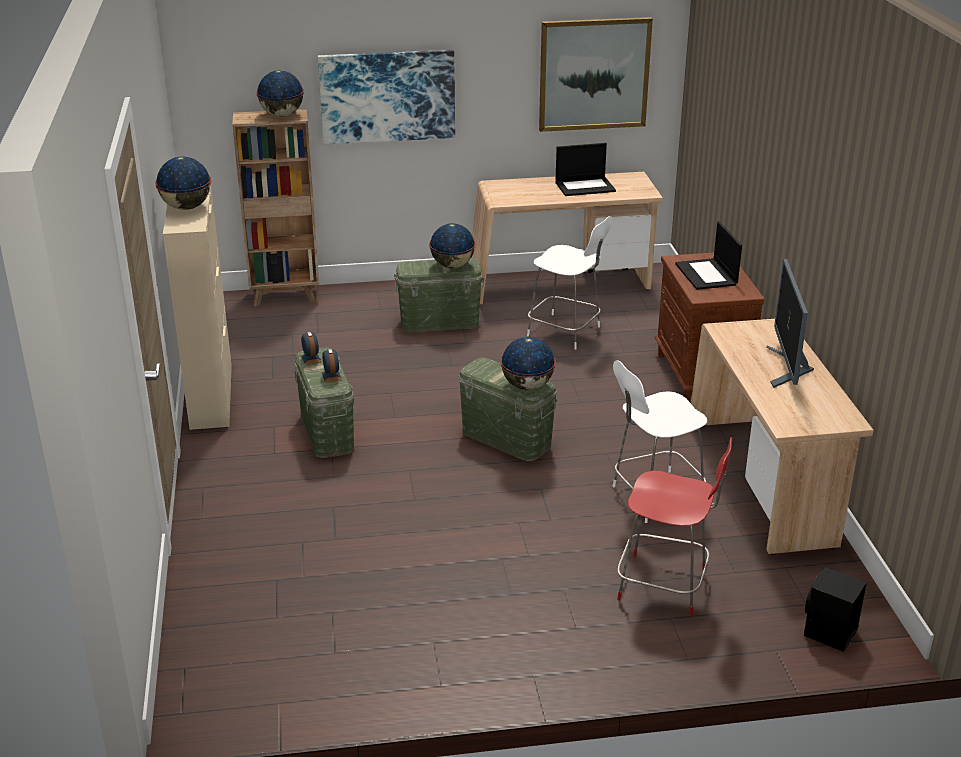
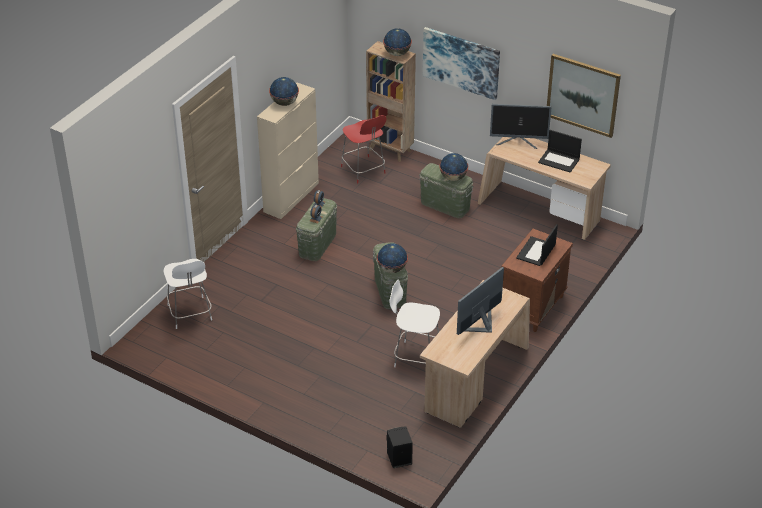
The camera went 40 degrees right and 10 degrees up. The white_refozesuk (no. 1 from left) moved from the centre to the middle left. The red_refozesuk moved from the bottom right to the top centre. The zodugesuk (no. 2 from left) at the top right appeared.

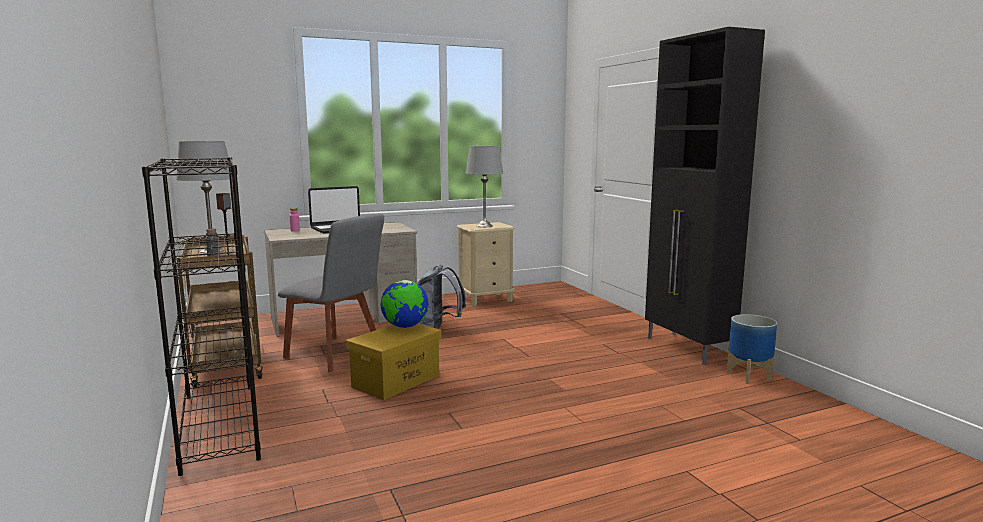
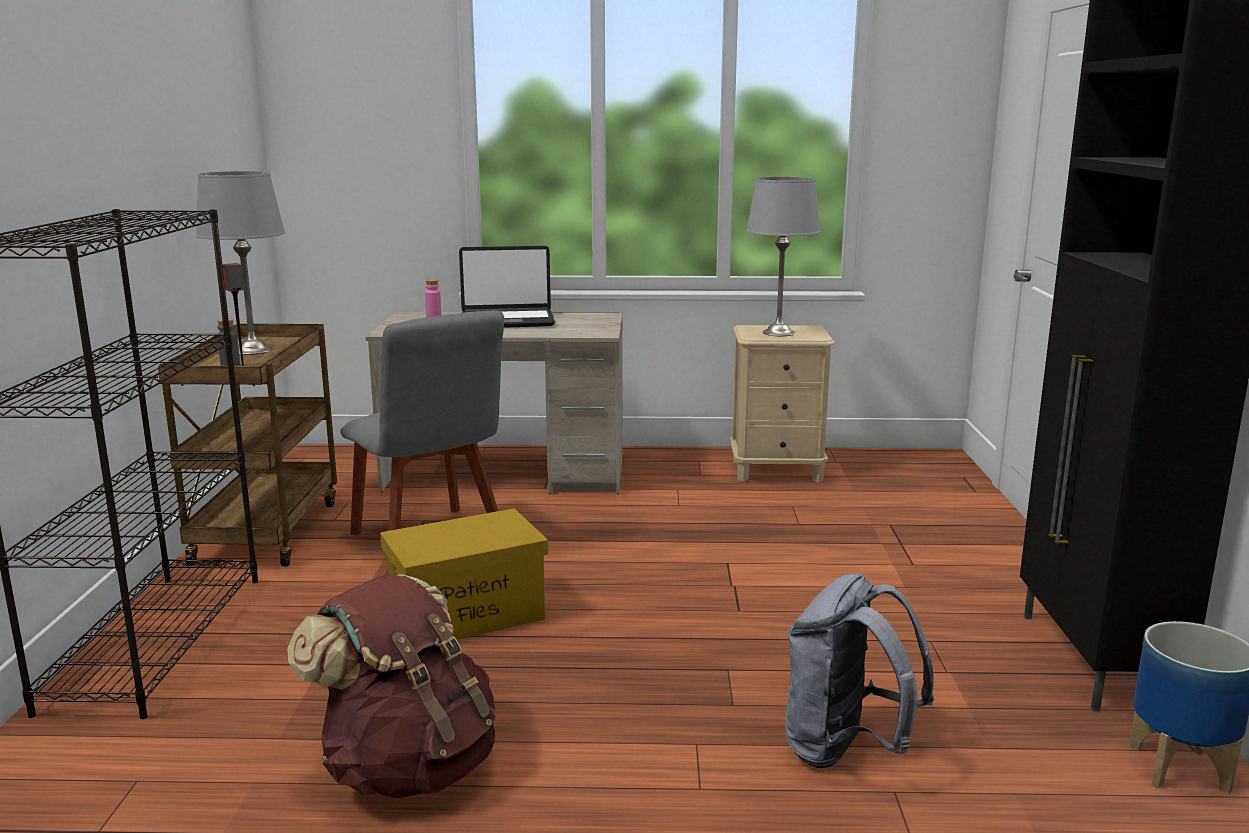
The camera went 25 degrees right and 5 degrees up. The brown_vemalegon at the bottom left appeared. The grey_vemalegon moved from the centre to the bottom right. The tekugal at the centre disappeared.

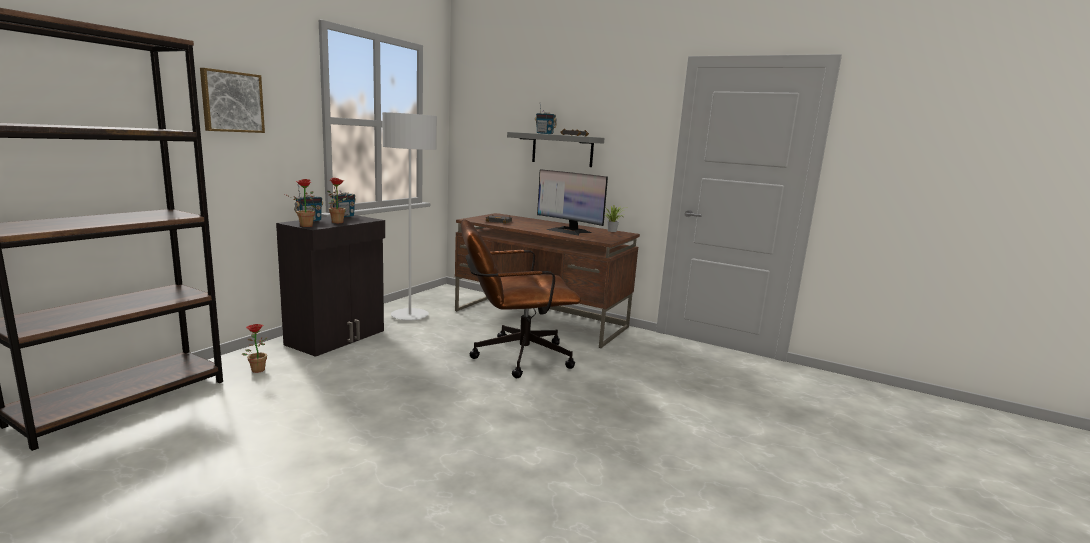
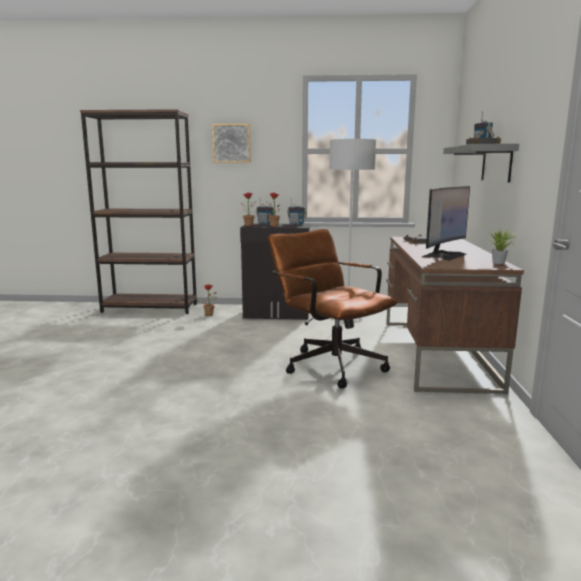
The camera went 65 degrees right and 0 degrees up. The zodugesuk at the centre turned 150 degrees counterclockwise.

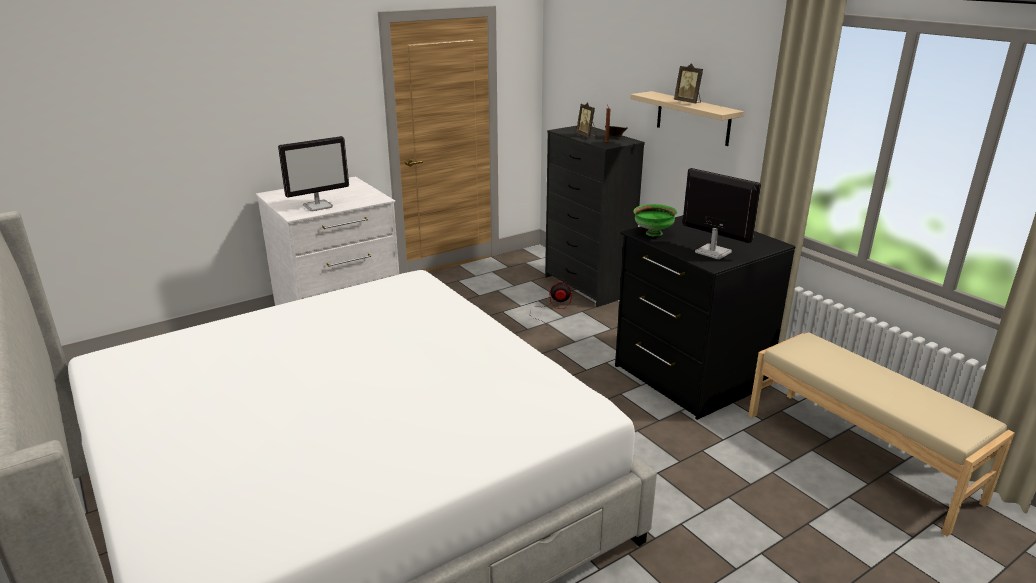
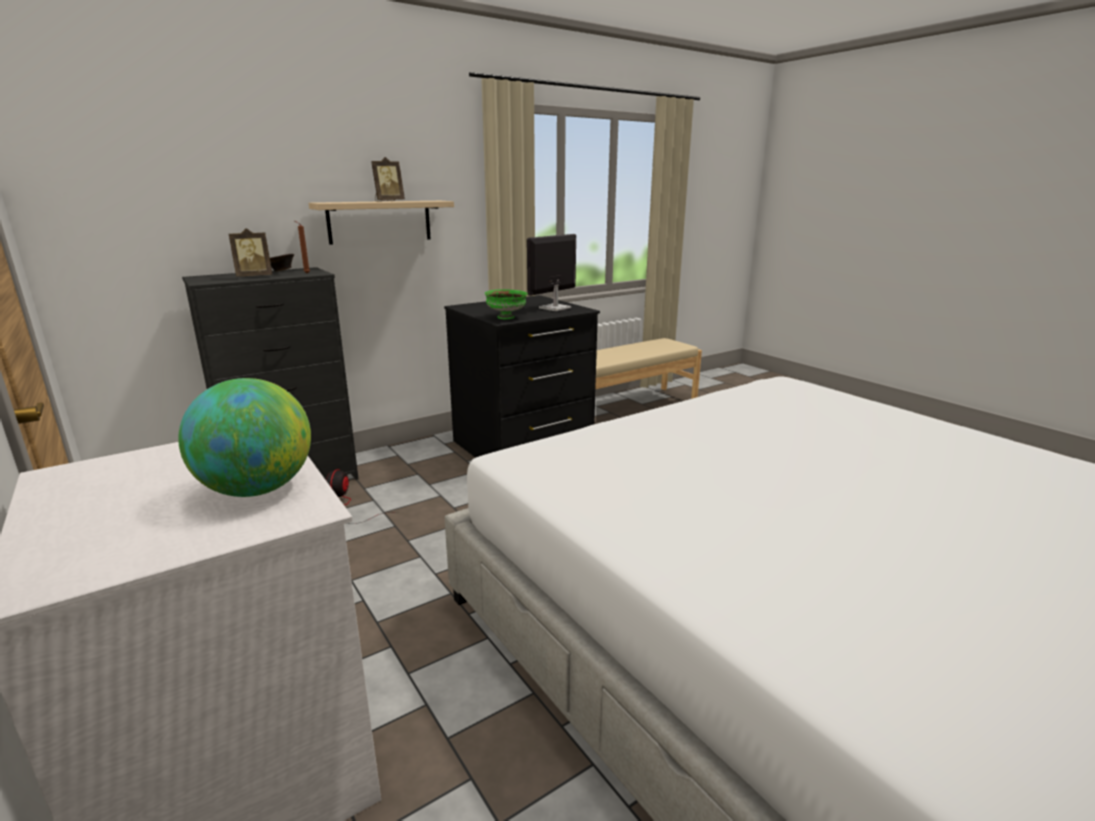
The camera went 90 degrees left and 5 degrees down. The zodugesuk (no. 1 from left) at the top left was replaced by the tekugal at the middle left.

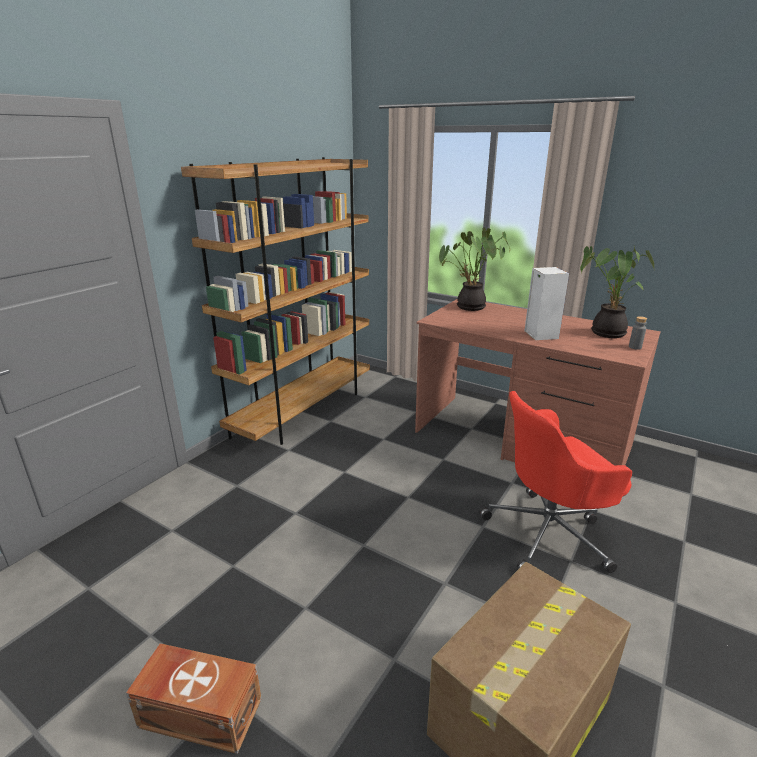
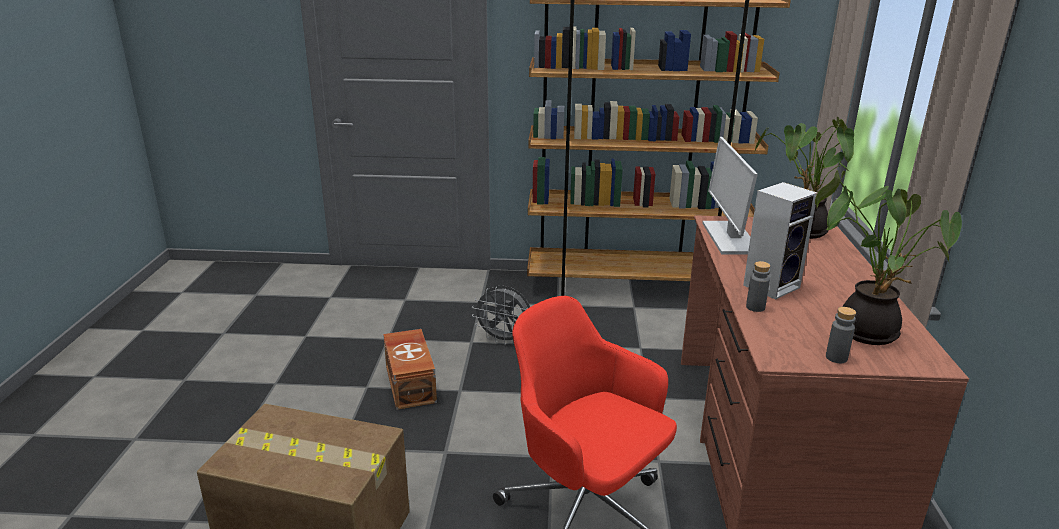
The camera went 60 degrees right and 0 degrees up. The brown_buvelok moved from the bottom left to the bottom centre. The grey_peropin at the centre appeared. The zodugesuk at the middle right appeared. The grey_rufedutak (no. 1 from left) at the middle right appeared.

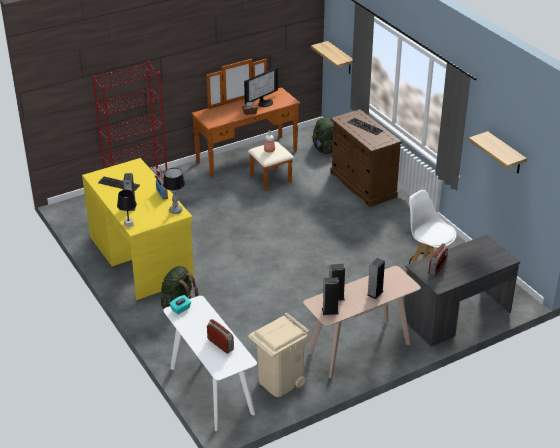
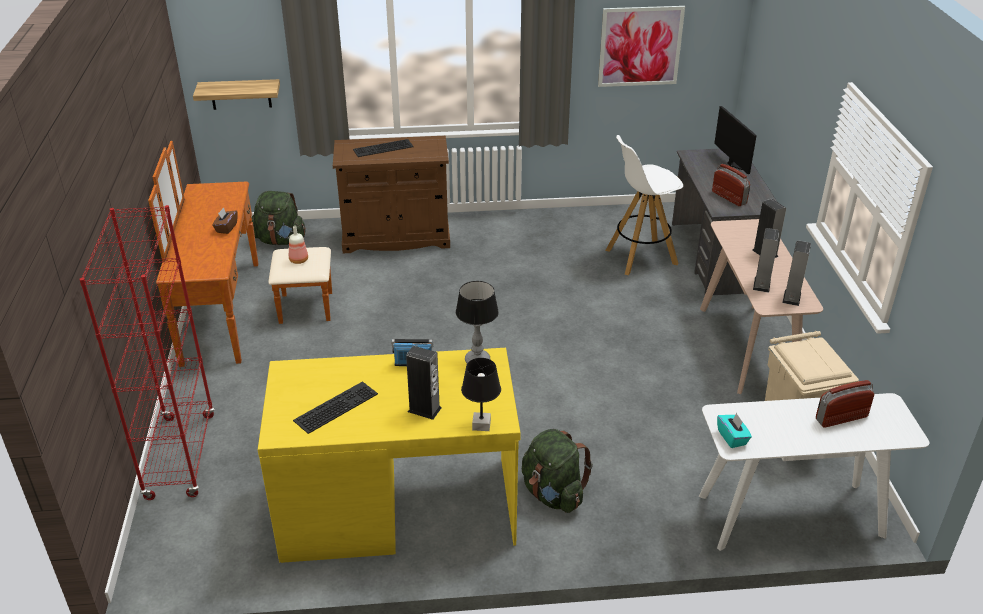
The camera went 65 degrees left and 0 degrees up. The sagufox (no. 2 from left) at the middle right was replaced by the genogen at the top centre. The zodugesuk moved from the top centre to the top right.

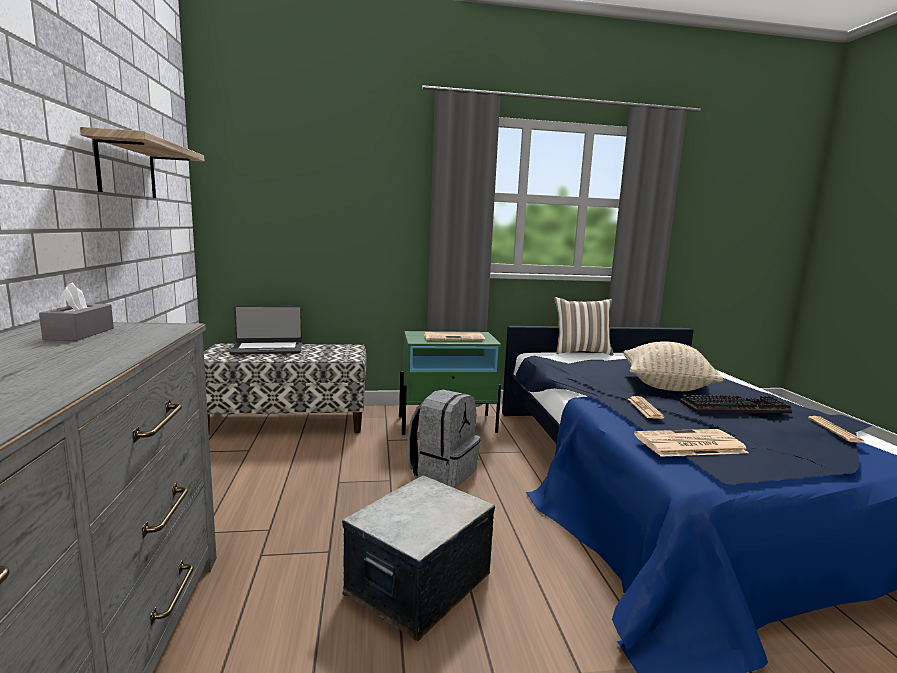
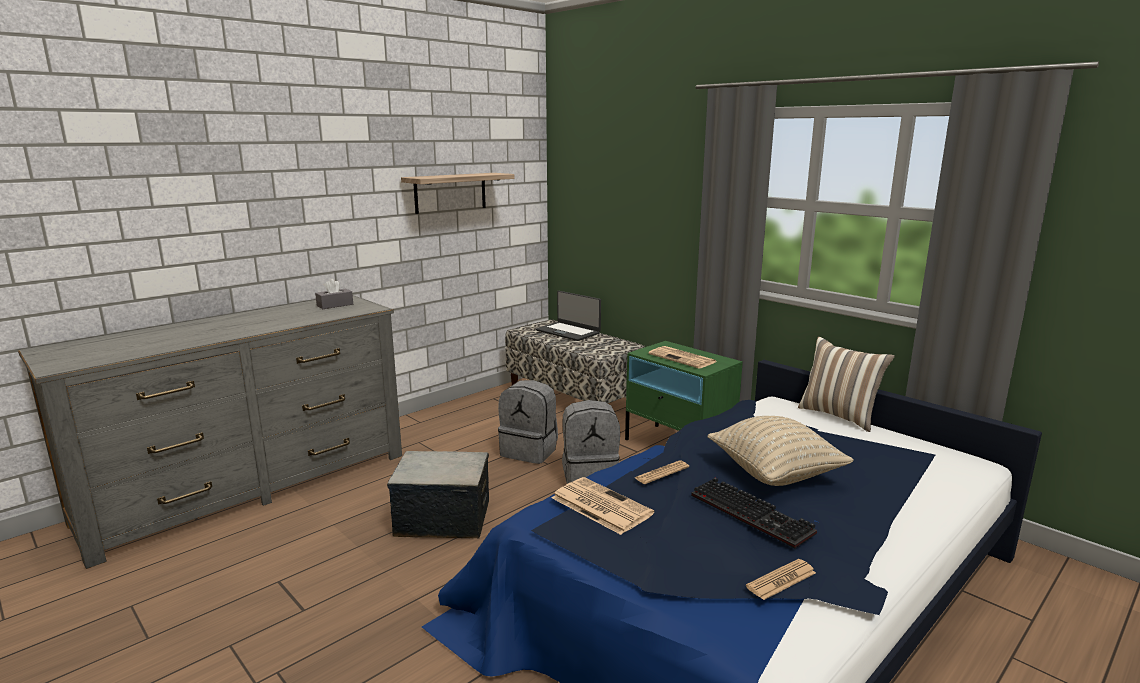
The camera went 55 degrees right and 5 degrees up. The grey_vemalegon (no. 1 from left) at the centre appeared.

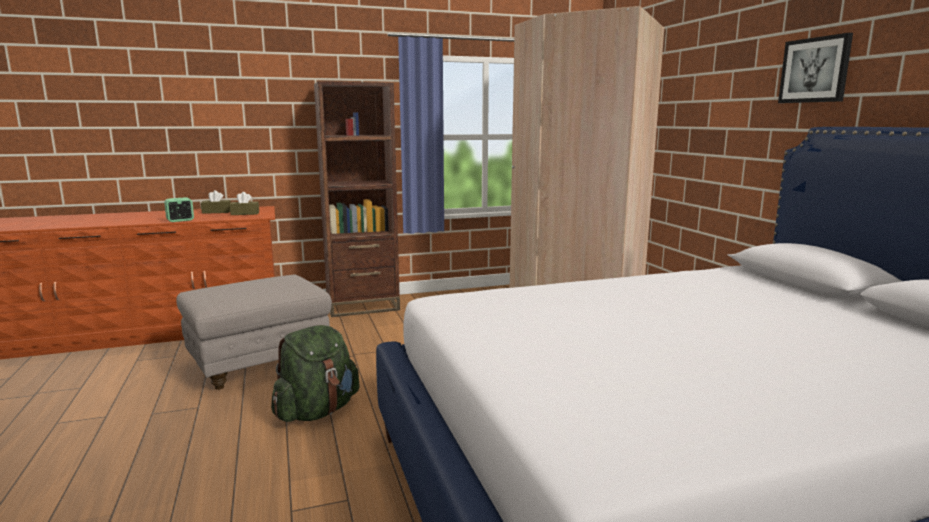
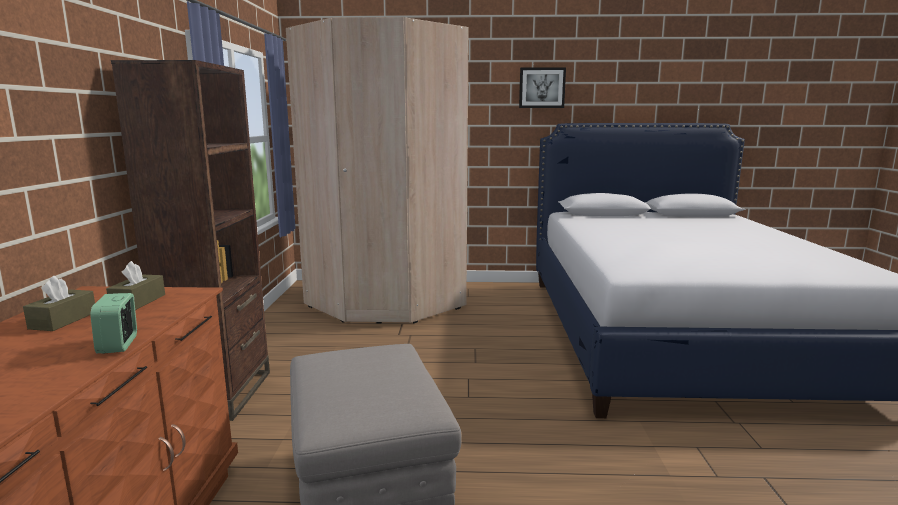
The camera went 70 degrees left and 0 degrees up. The green_vemalegon at the bottom centre disappeared.

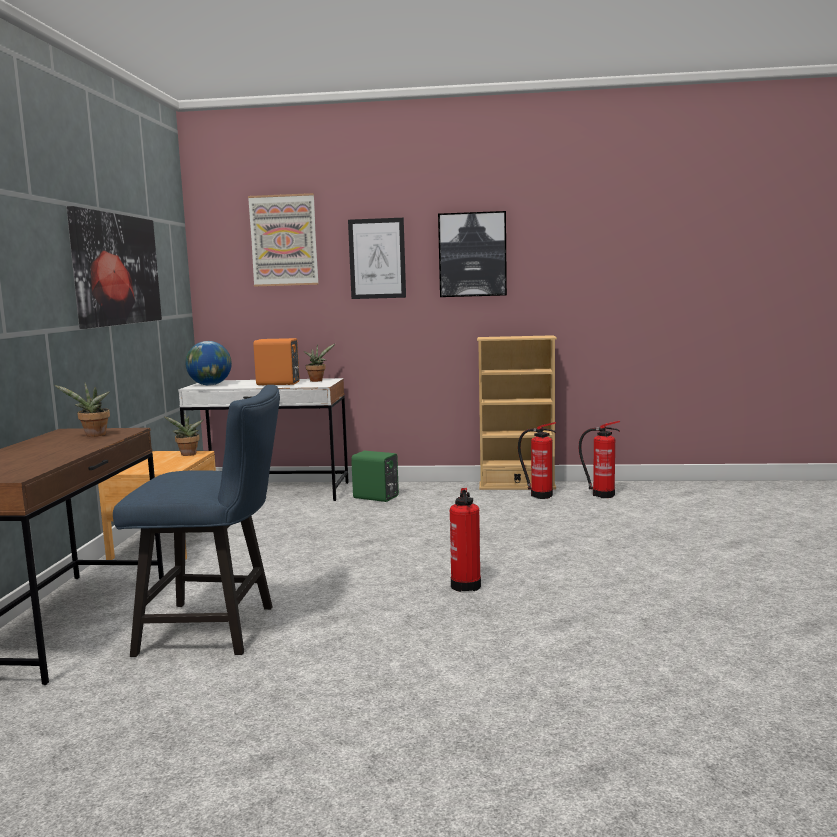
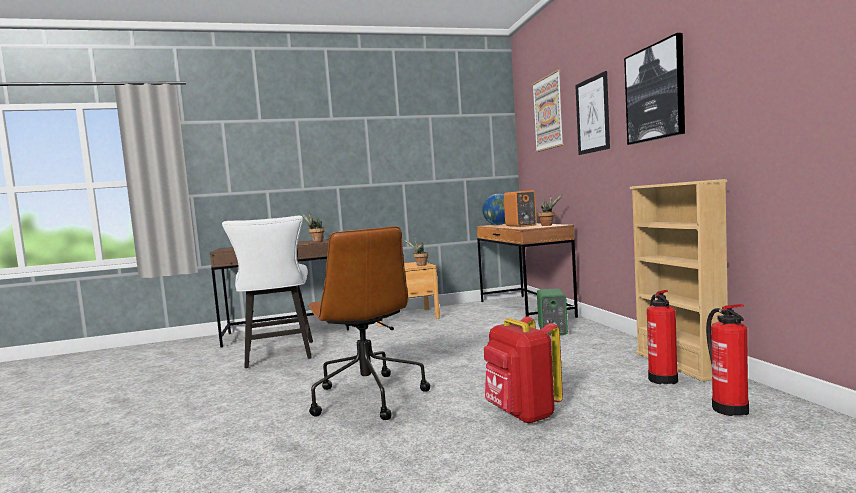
The camera went 70 degrees right and 5 degrees down. The blue_refozesuk at the middle left became the white_refozesuk at the middle left. The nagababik (no. 1 from left) at the centre was replaced by the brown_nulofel at the centre. The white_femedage at the middle left became the brown_femedage (no. 2 from left) at the centre. The red_vemalegon at the bottom centre appeared. The genogen (no. 1 from left) at the top left disappeared.

